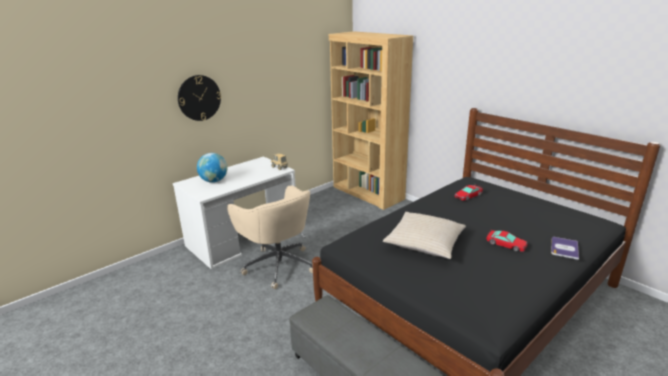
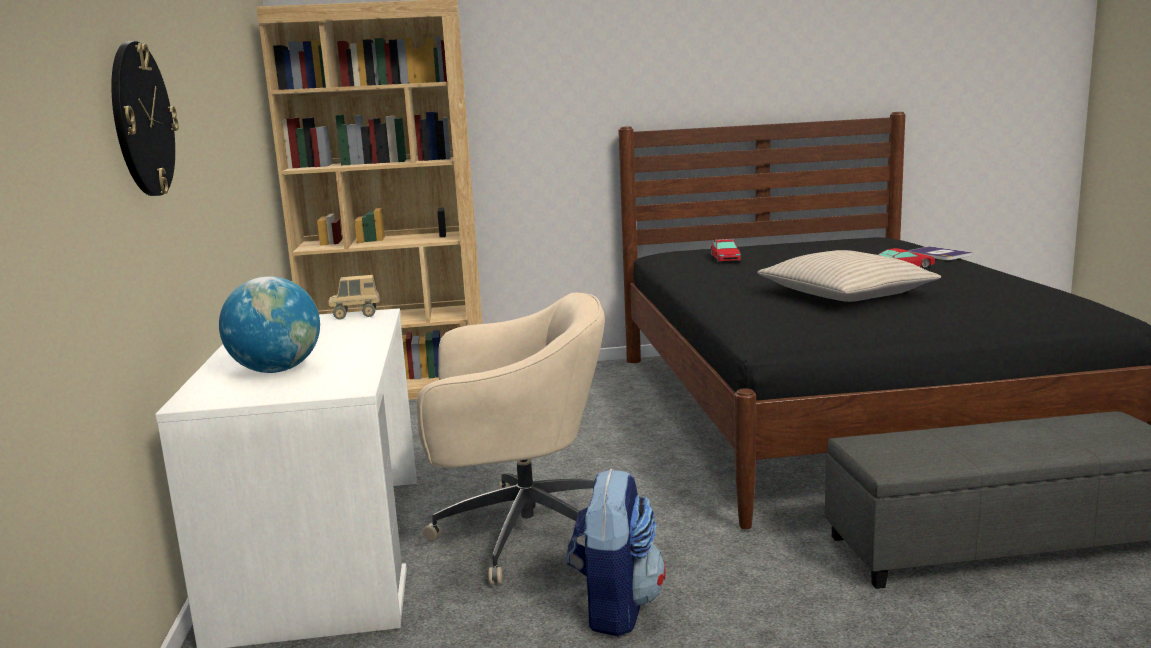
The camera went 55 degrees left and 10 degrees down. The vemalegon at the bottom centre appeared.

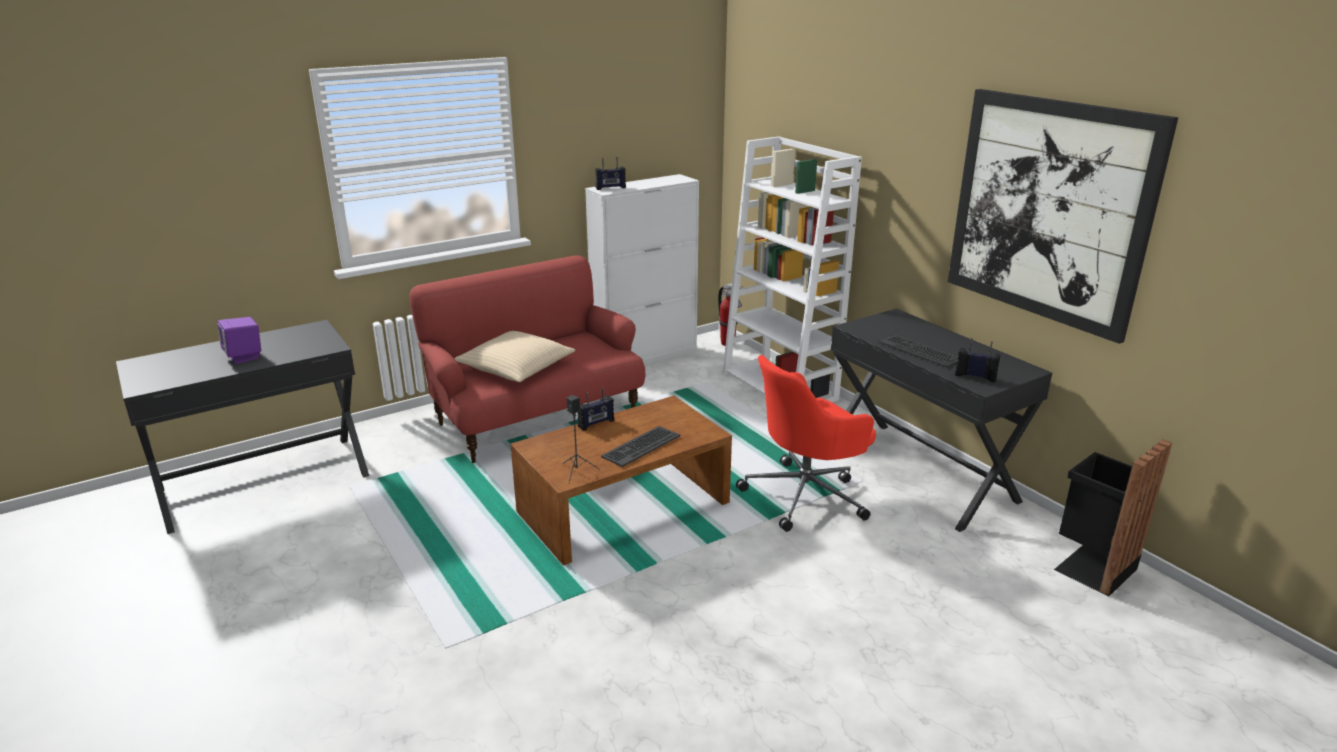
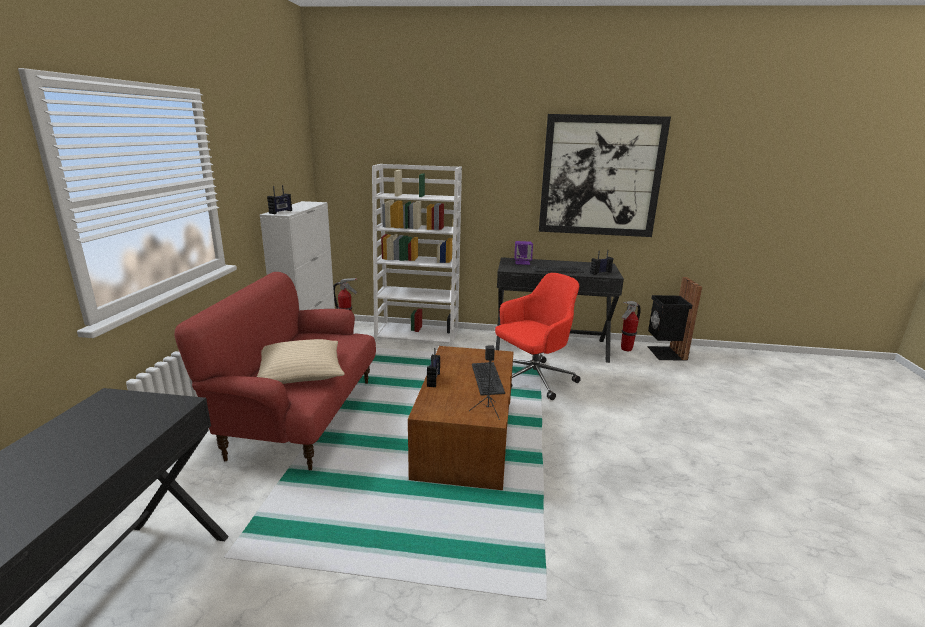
The camera went 50 degrees left and 5 degrees down. The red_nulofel at the centre turned 135 degrees counterclockwise. The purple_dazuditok moved from the middle left to the centre. The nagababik (no. 2 from left) at the middle right appeared.

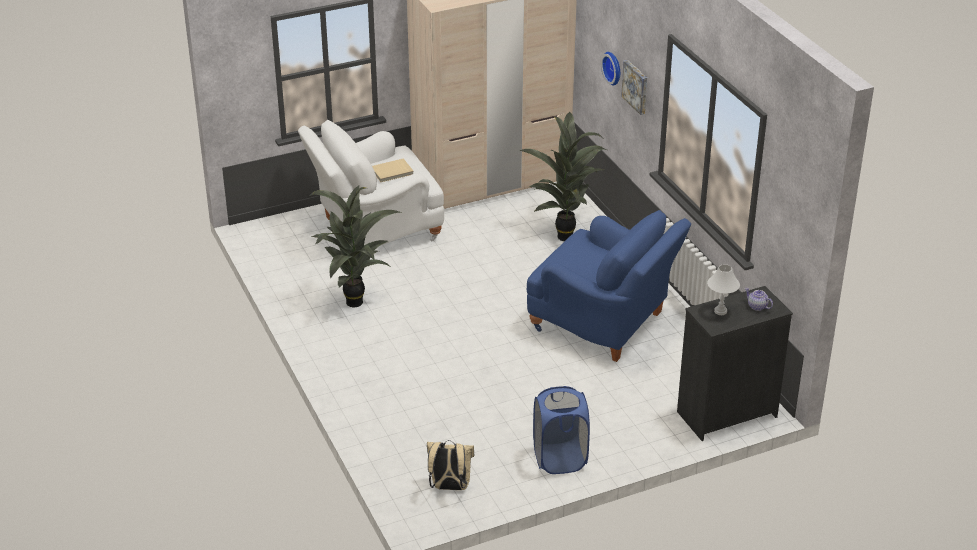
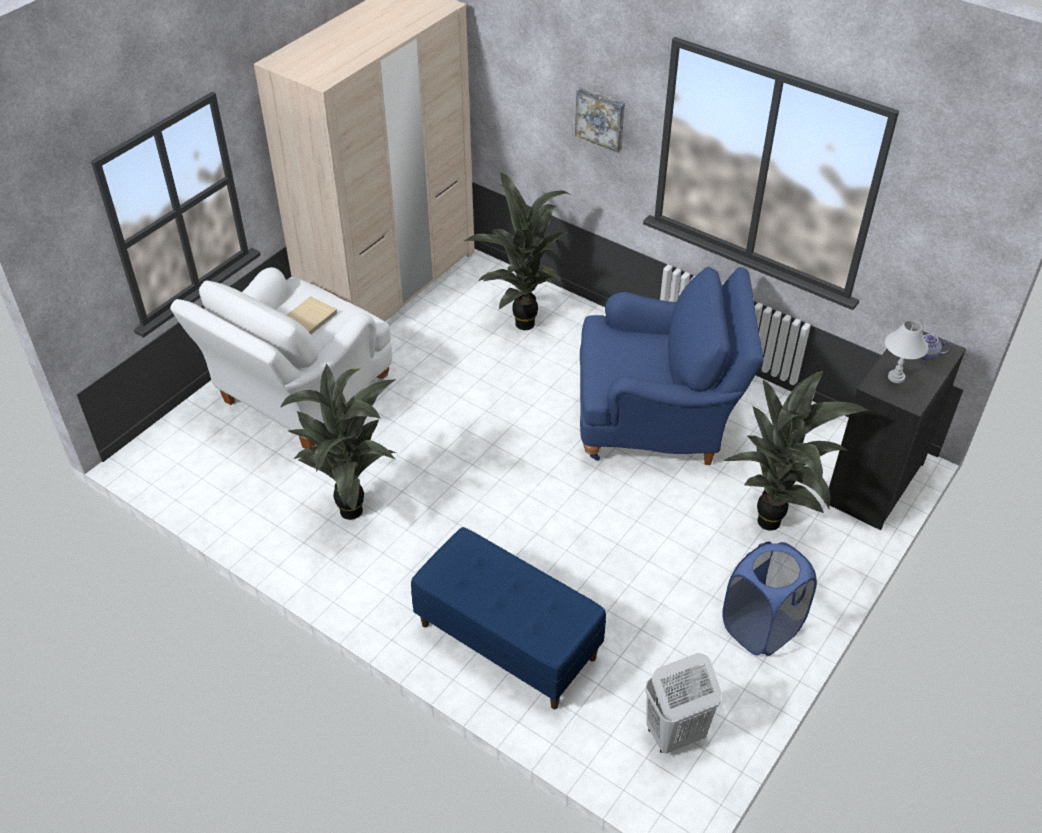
The camera went 30 degrees left and 10 degrees up. The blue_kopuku at the bottom centre appeared. The beige_vemalegon at the bottom centre was replaced by the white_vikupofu at the bottom centre. The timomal (no. 3 from left) at the middle right appeared. The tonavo at the top centre disappeared.

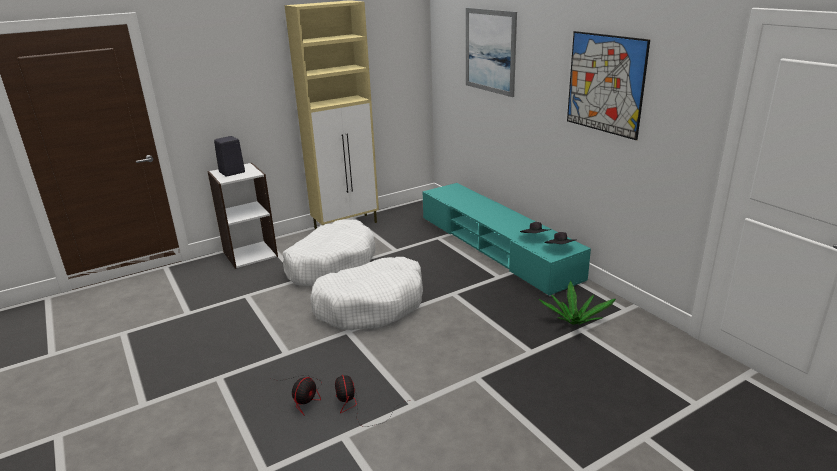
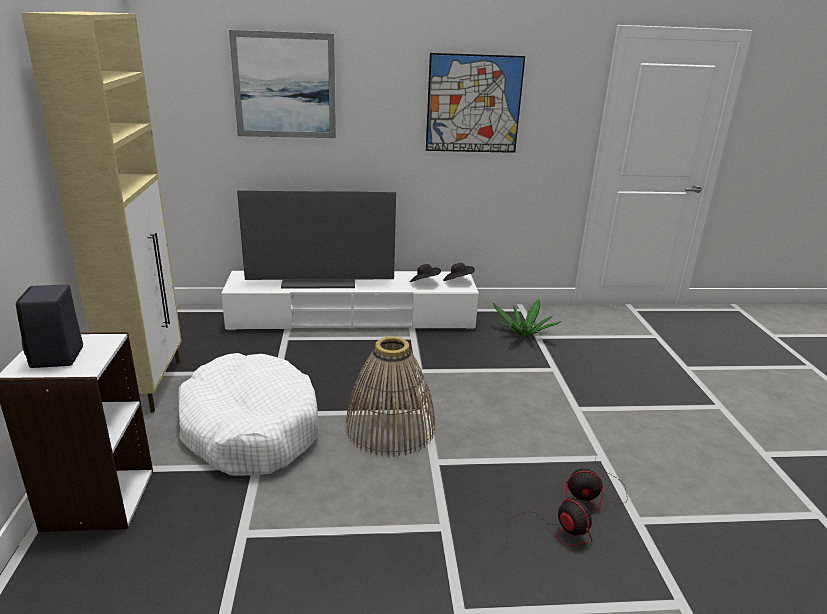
The camera went 65 degrees left and 0 degrees up. The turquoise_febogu at the centre became the white_febogu at the centre. The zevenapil at the centre appeared. The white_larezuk (no. 2 from left) at the centre was replaced by the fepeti at the centre.

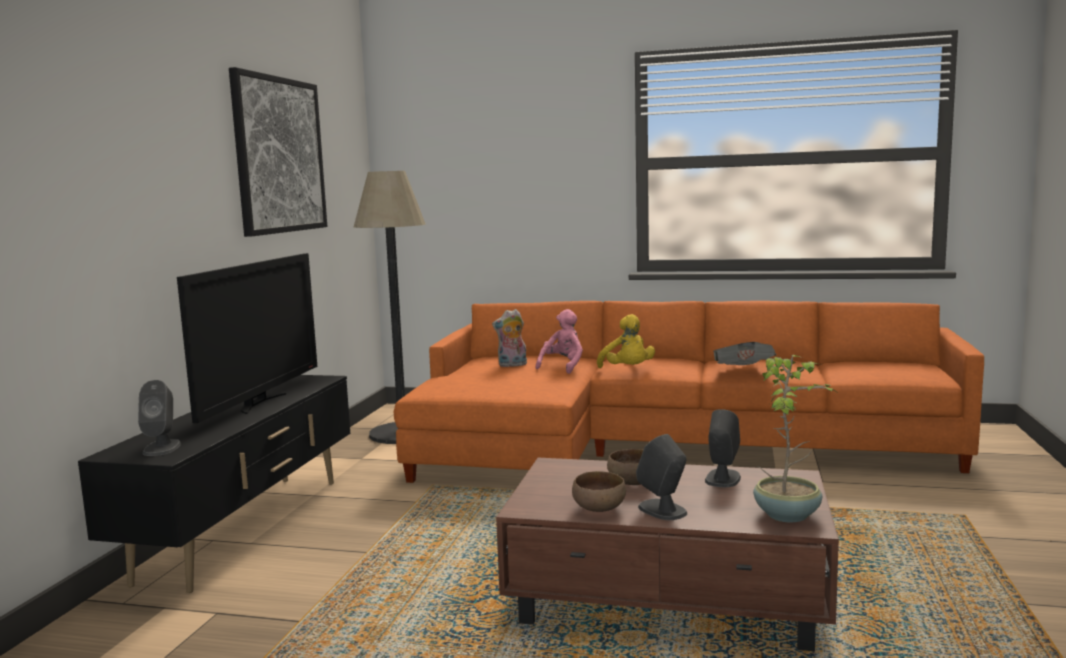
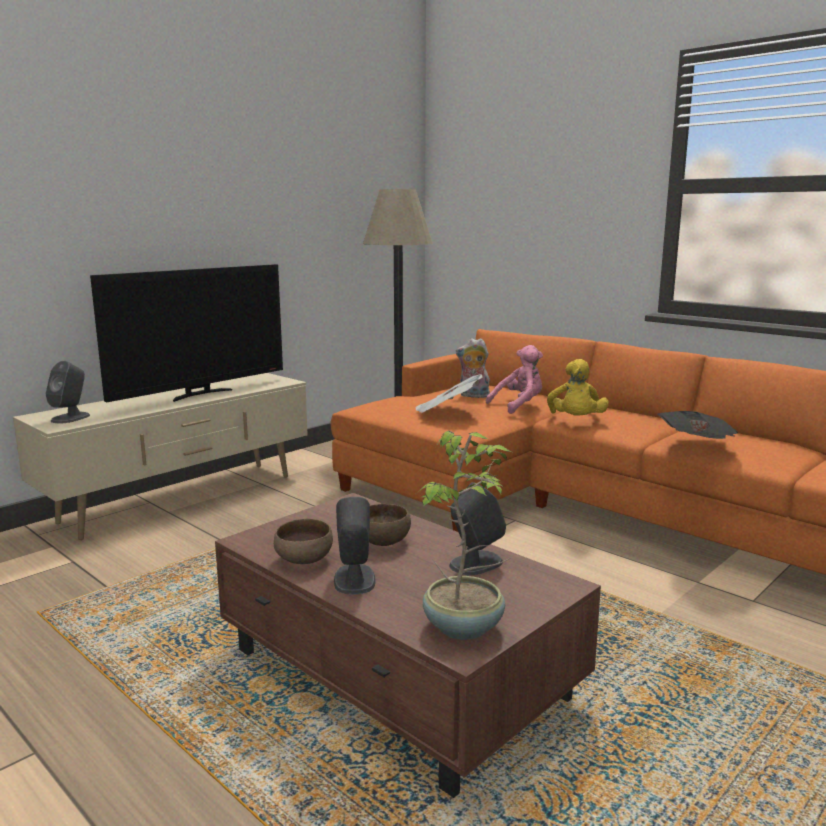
The camera went 30 degrees right and 5 degrees up. The black_febogu at the bottom left became the beige_febogu at the middle left. The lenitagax (no. 1 from left) at the centre appeared. The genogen at the top left disappeared.

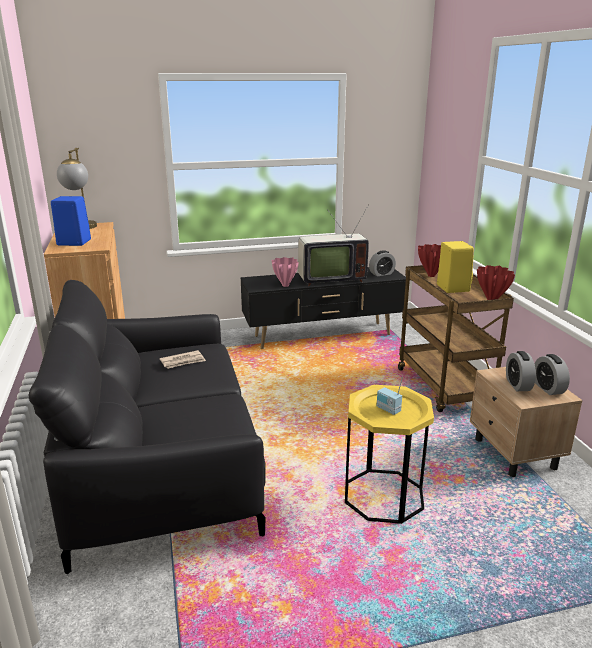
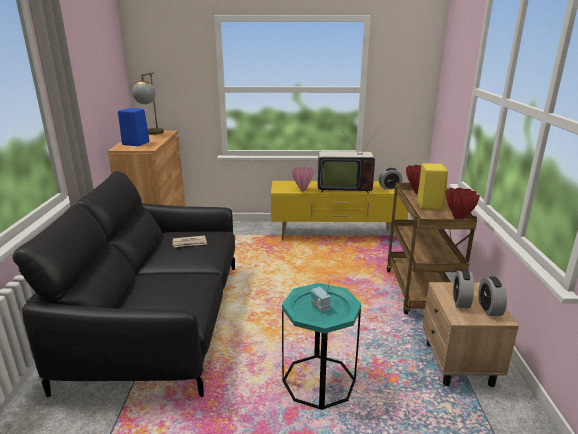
The camera went 15 degrees right and 0 degrees up. The black_febogu at the centre became the yellow_febogu at the centre. The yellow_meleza at the bottom centre became the turquoise_meleza at the bottom centre.

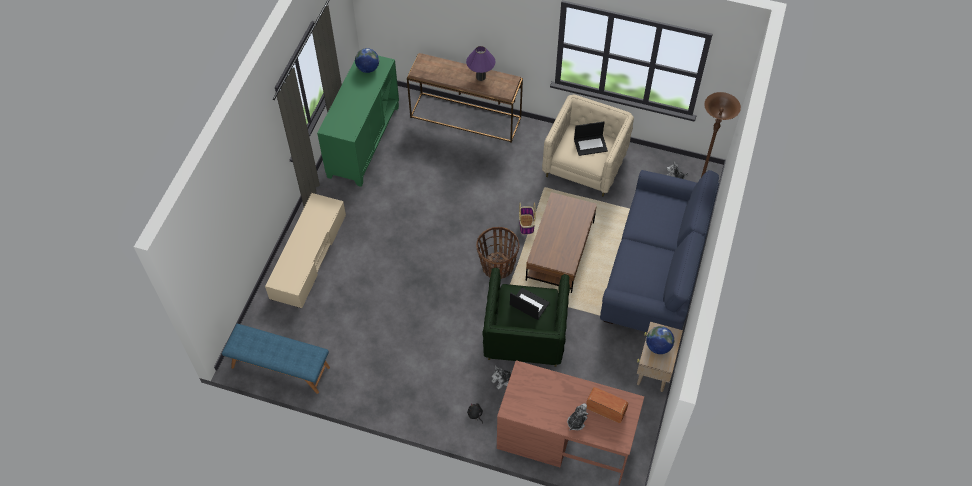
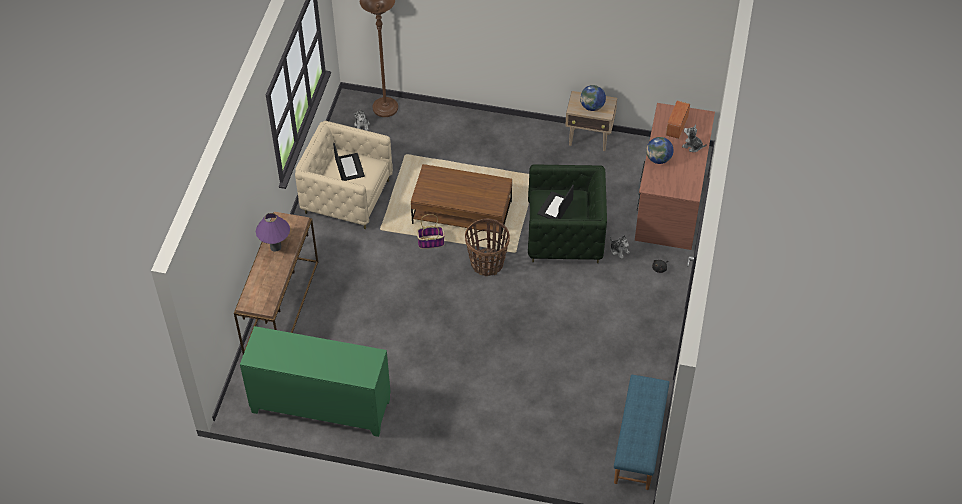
The camera went 95 degrees left and 5 degrees down. The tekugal (no. 1 from left in the first image) moved from the top centre to the top right. The beige_febogu at the middle left disappeared. The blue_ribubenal at the middle right disappeared.

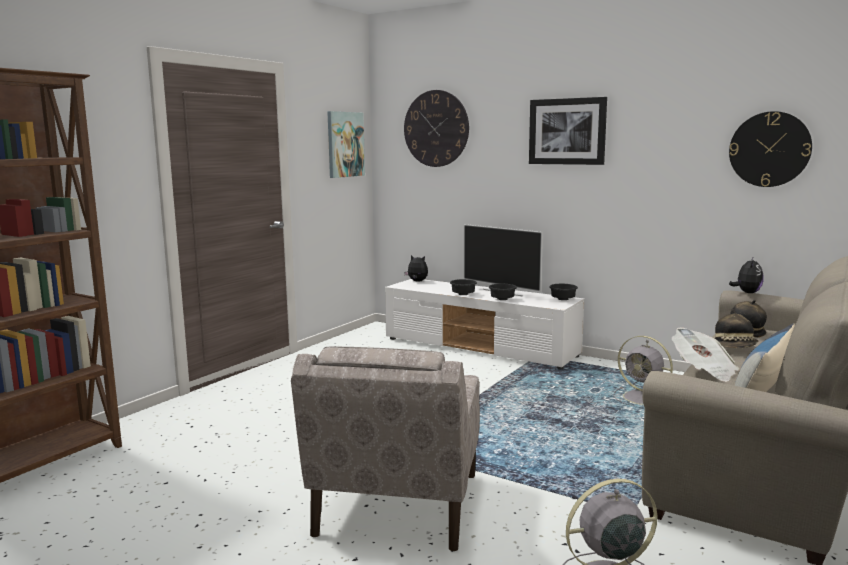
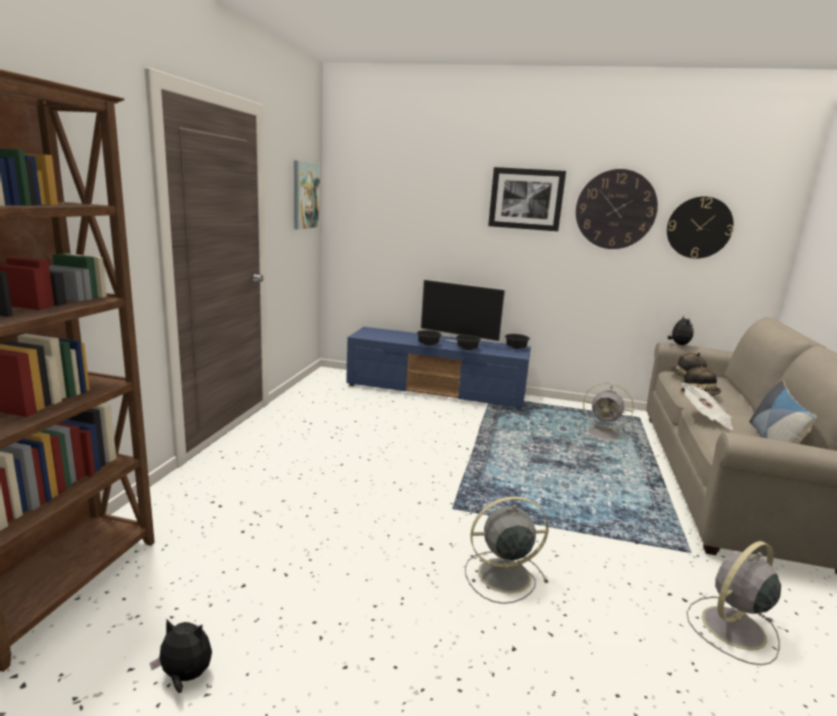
The camera went 20 degrees left and 5 degrees up. The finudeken (no. 1 from left) moved from the centre to the bottom left. The white_febogu at the centre became the blue_febogu at the centre. The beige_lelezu at the bottom centre was replaced by the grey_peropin (no. 1 from left) at the bottom centre. The tonavo (no. 1 from left) moved from the top centre to the top right.

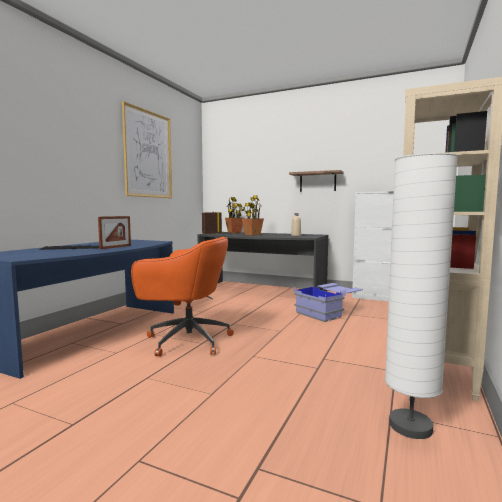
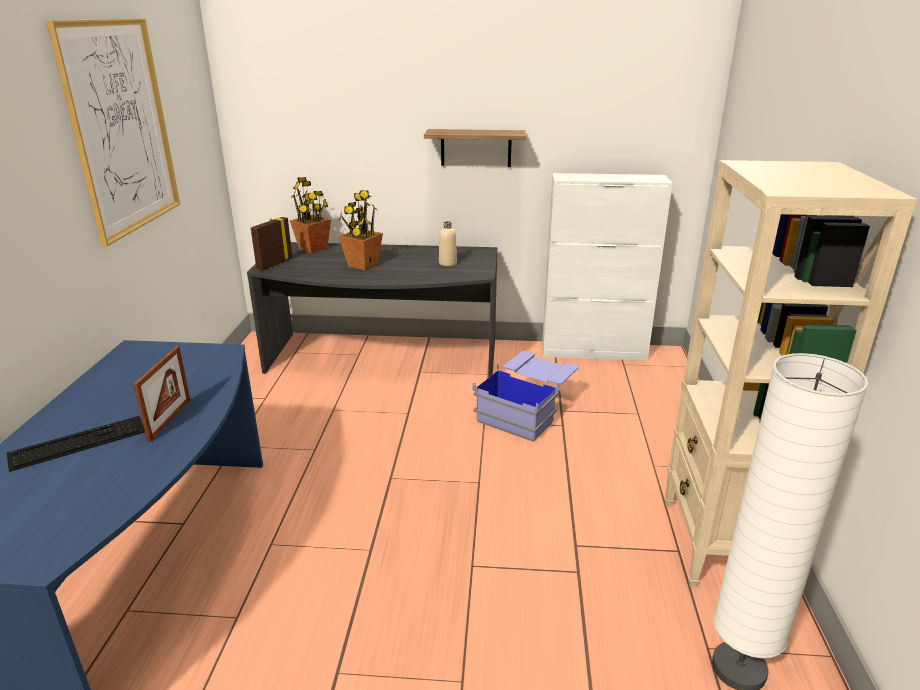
The camera went 20 degrees left and 20 degrees up. The orange_nulofel at the centre disappeared.

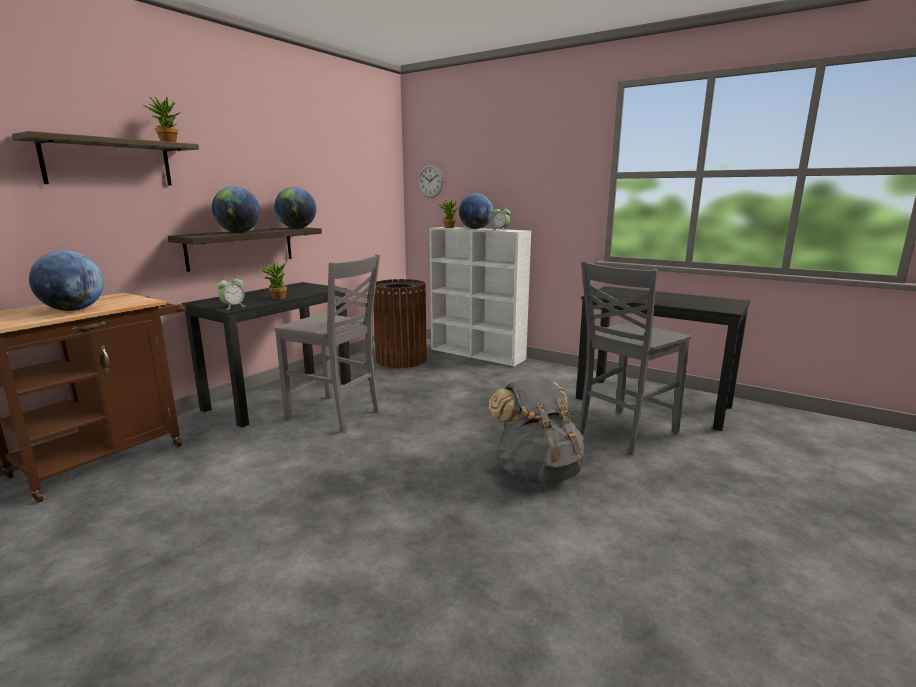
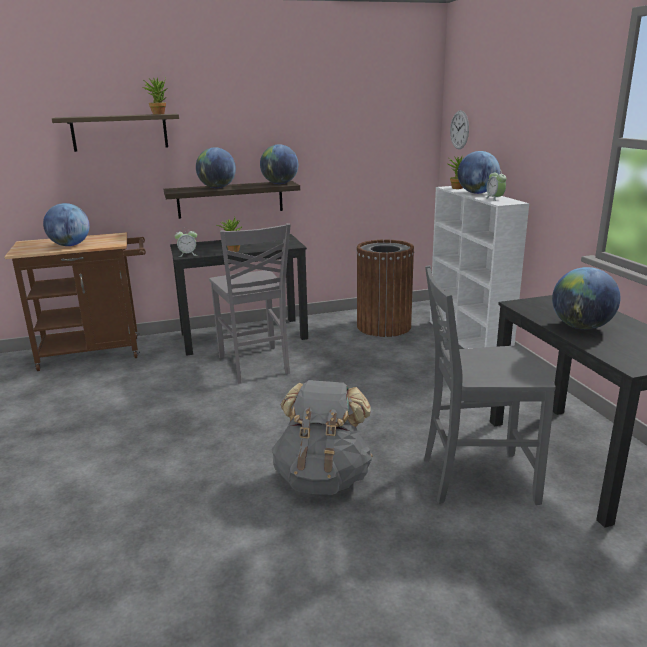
The camera went 40 degrees right and 5 degrees up. The tekugal (no. 5 from left) at the middle right appeared.

